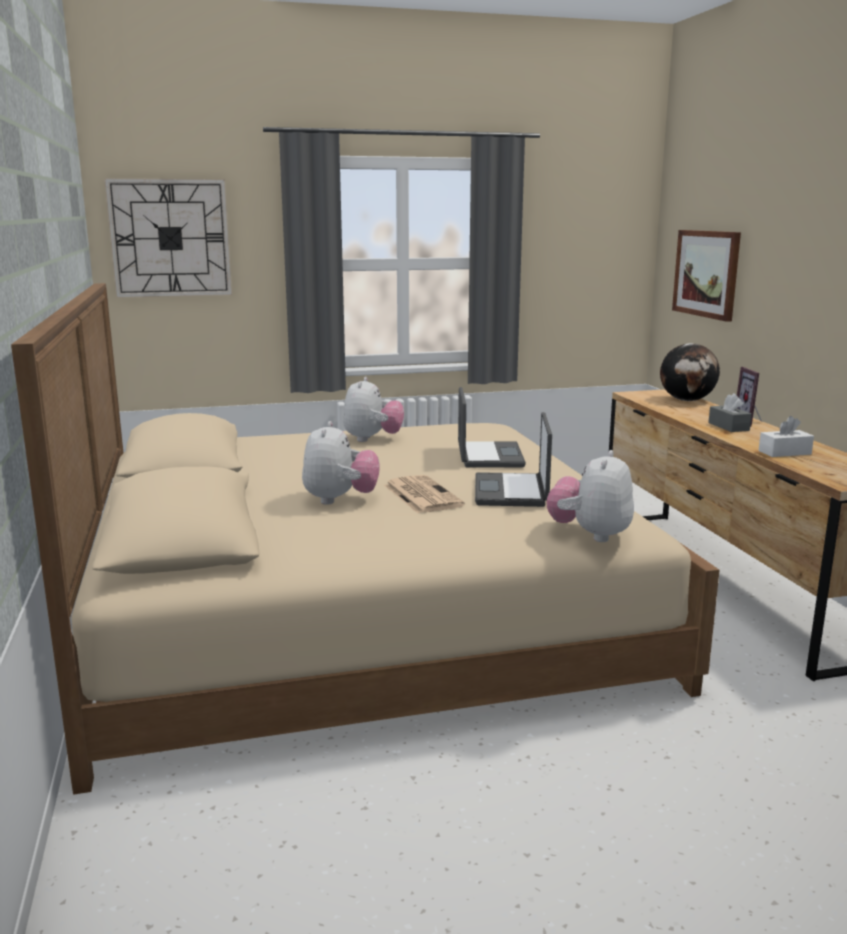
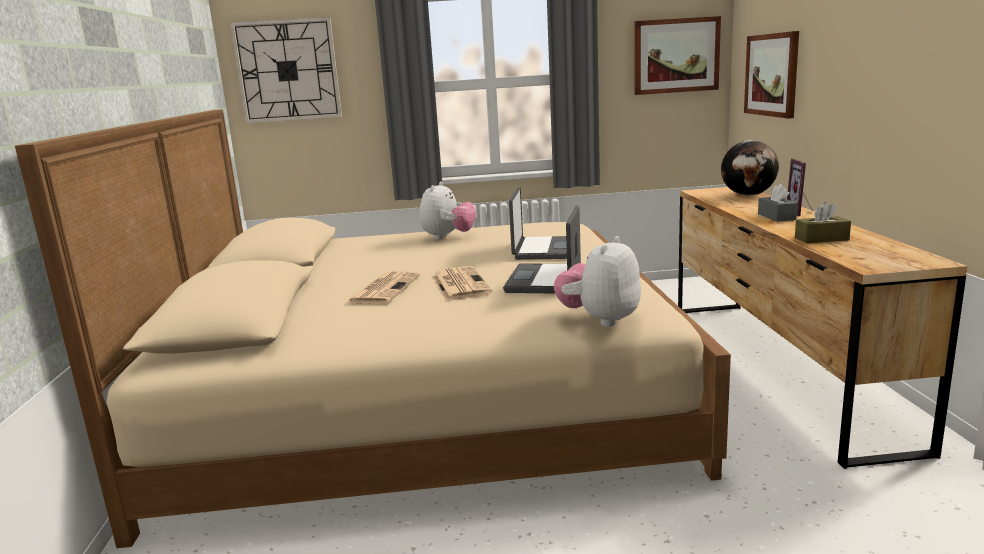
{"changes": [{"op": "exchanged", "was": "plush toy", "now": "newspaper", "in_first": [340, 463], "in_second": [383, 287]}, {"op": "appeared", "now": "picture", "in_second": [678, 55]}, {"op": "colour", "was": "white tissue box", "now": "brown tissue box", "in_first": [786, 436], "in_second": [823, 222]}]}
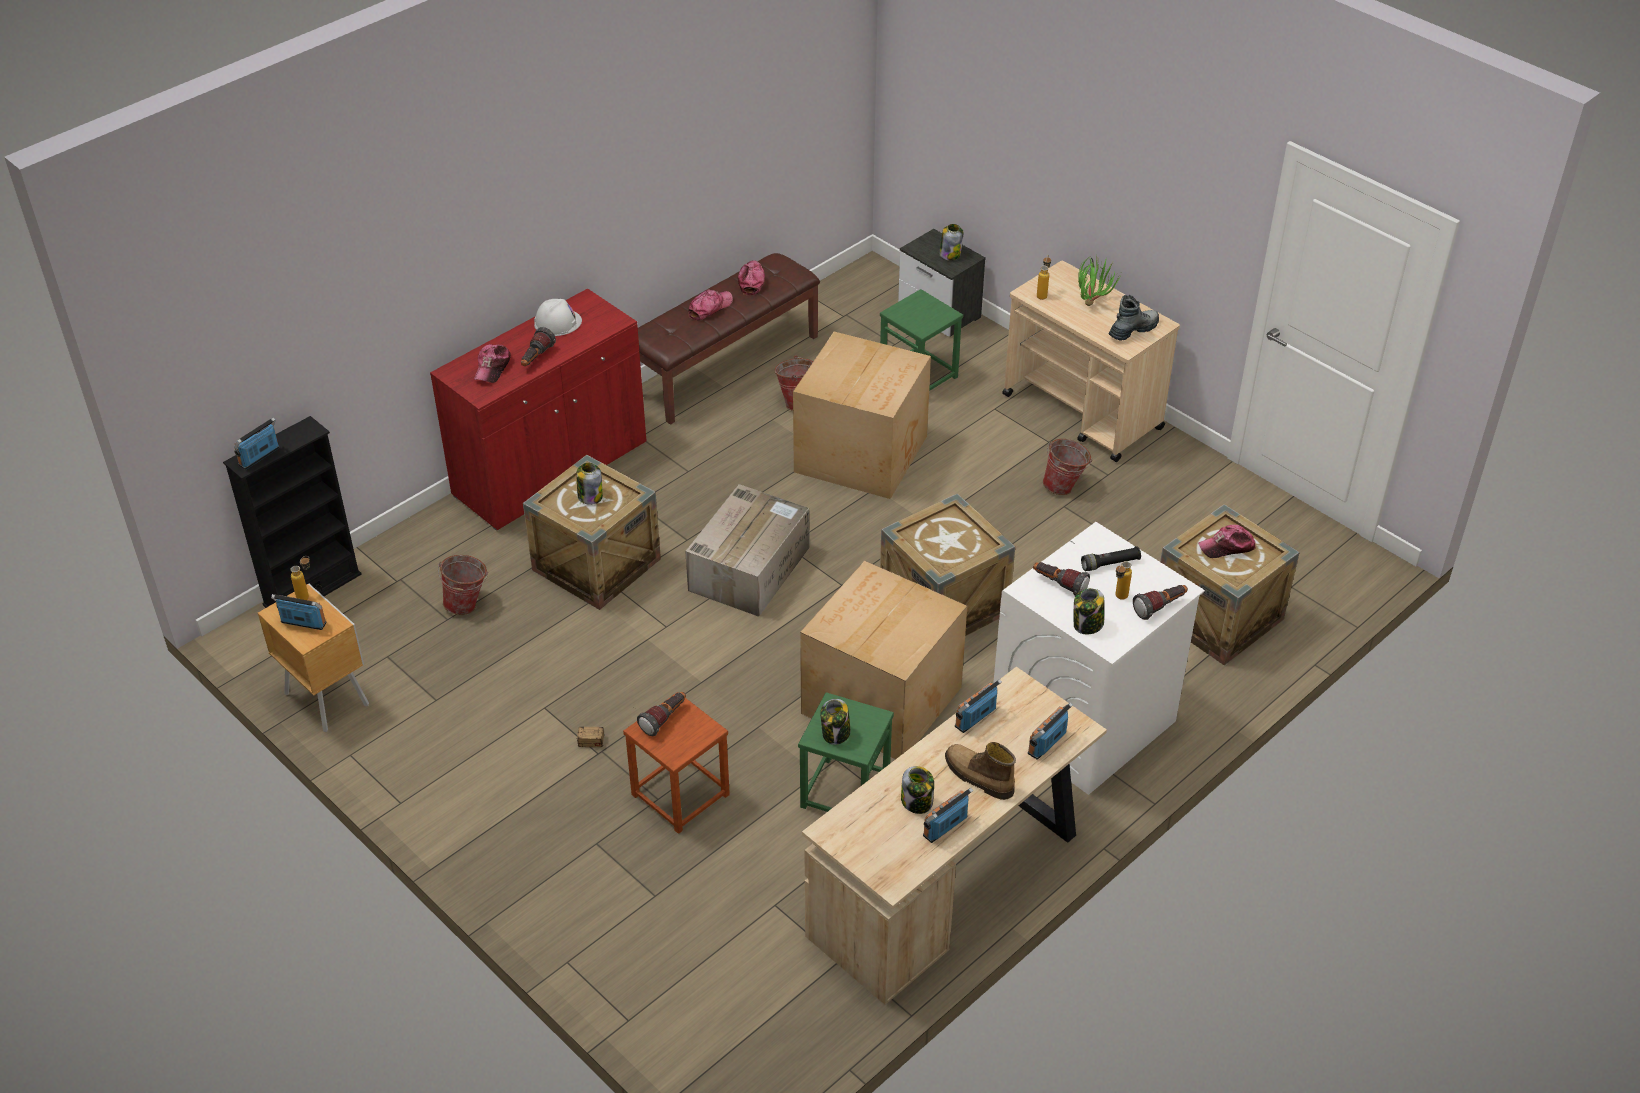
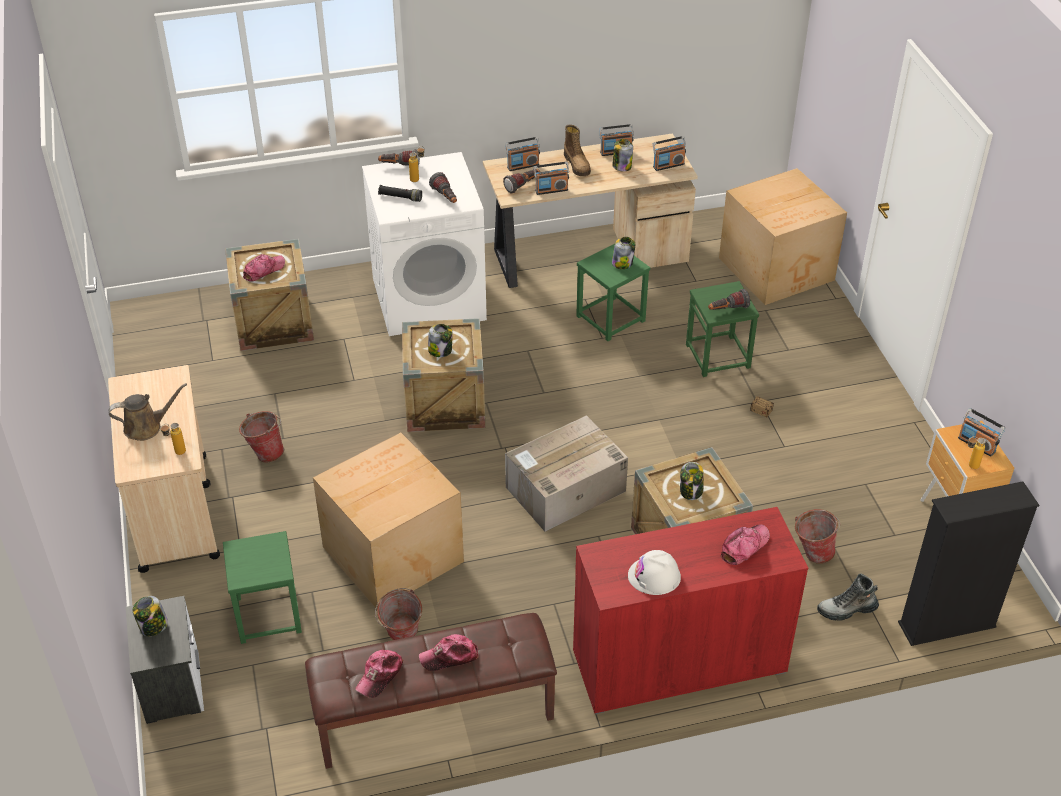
{"changes": [{"op": "exchanged", "was": "potted plant", "now": "brown watering can", "in_first": [1099, 281], "in_second": [147, 412]}, {"op": "spun", "was": "cap", "in_first": [1227, 541], "in_second": [264, 268], "clockwise": -60}, {"op": "relocated", "was": "jar", "in_first": [1089, 611], "in_second": [440, 340]}, {"op": "relocated", "was": "flashlight", "in_first": [538, 346], "in_second": [521, 181]}, {"op": "relocated", "was": "radio", "in_first": [256, 443], "in_second": [669, 153]}, {"op": "colour", "was": "brown stool", "now": "green stool", "in_first": [676, 763], "in_second": [722, 329]}, {"op": "relocated", "was": "cardboard box", "in_first": [883, 660], "in_second": [783, 236]}, {"op": "relocated", "was": "boot", "in_first": [1134, 318], "in_second": [848, 597]}]}
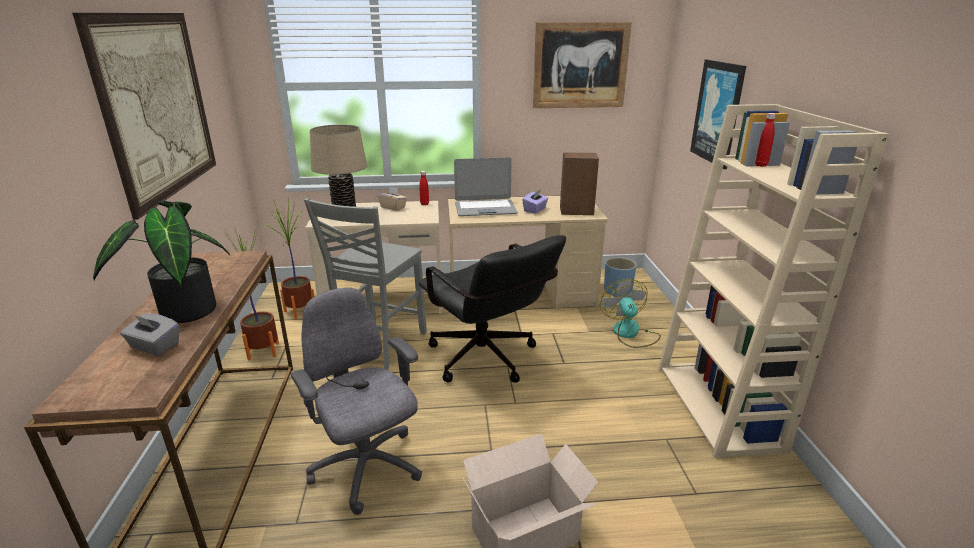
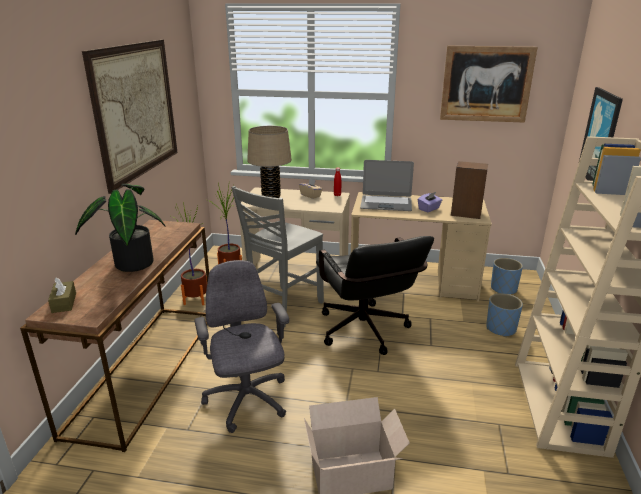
{"changes": [{"op": "appeared", "now": "brown tissue box", "in_second": [62, 295]}, {"op": "exchanged", "was": "fan", "now": "blue planter", "in_first": [630, 313], "in_second": [504, 315]}, {"op": "missing", "was": "grey tissue box", "in_first": [149, 334]}, {"op": "missing", "was": "red bottle", "in_first": [765, 140]}]}
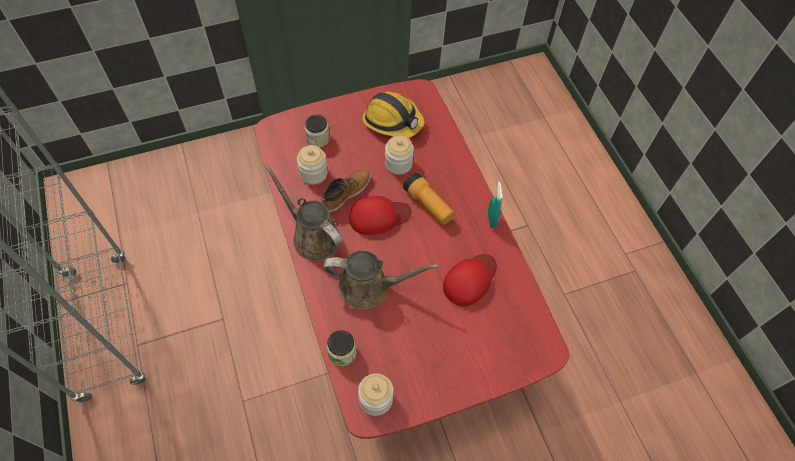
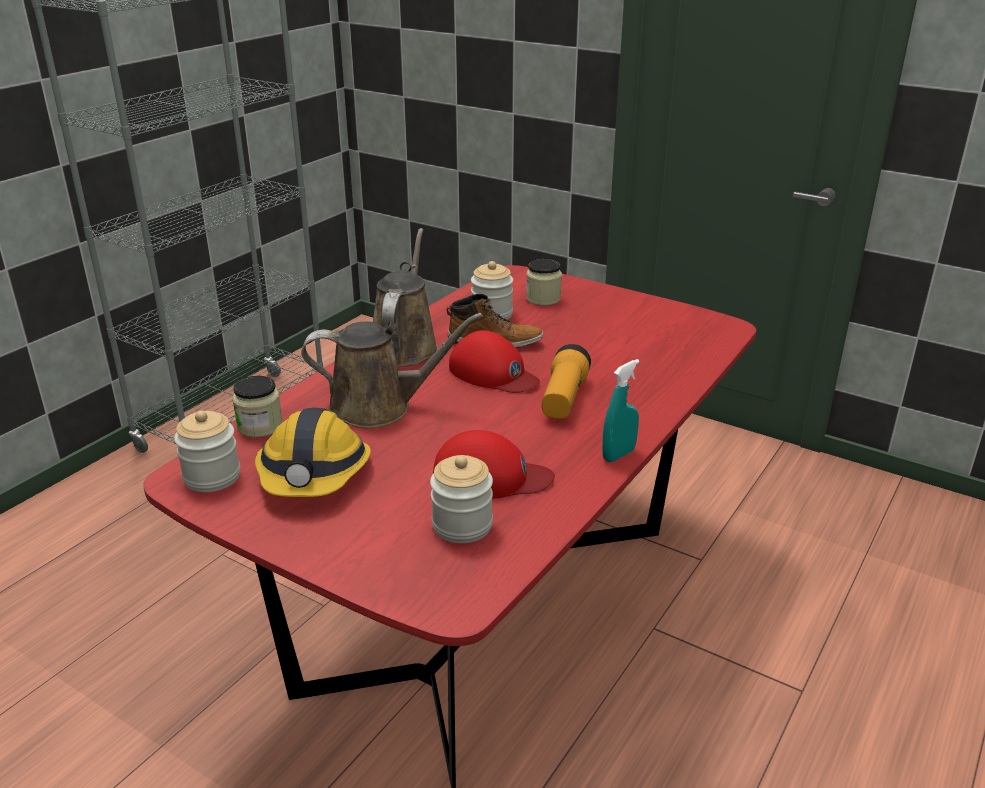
{"changes": [{"op": "relocated", "was": "hard hat", "in_first": [393, 114], "in_second": [313, 452]}, {"op": "spun", "was": "brown watering can", "in_first": [381, 280], "in_second": [392, 371], "clockwise": -60}, {"op": "relocated", "was": "jar", "in_first": [399, 155], "in_second": [461, 499]}]}
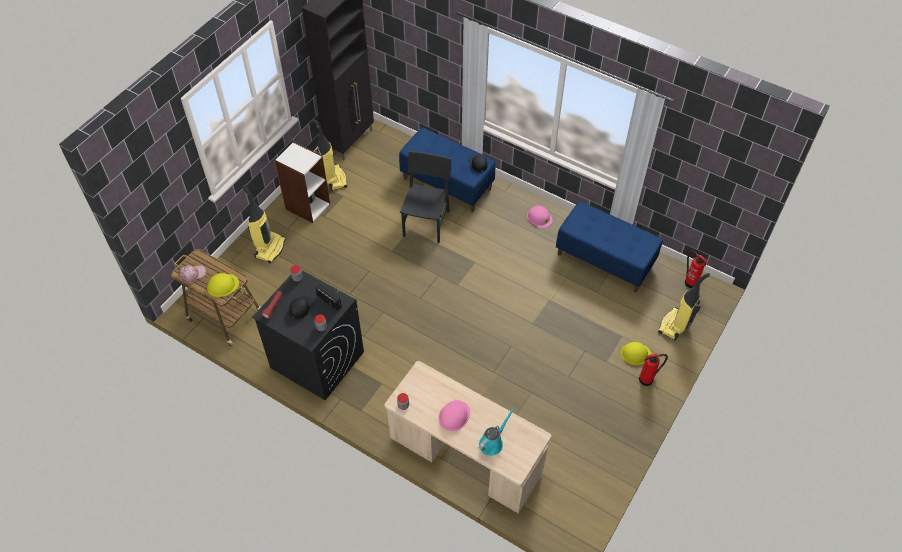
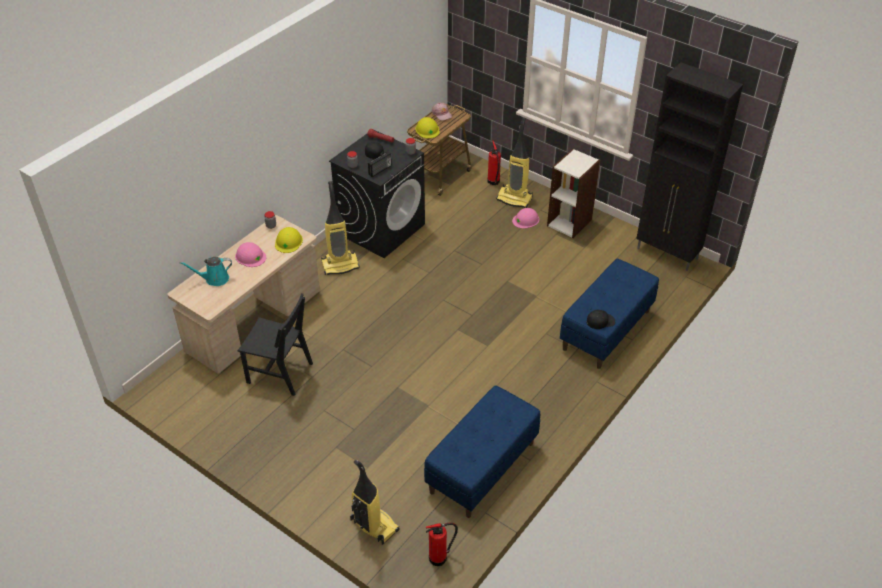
{"changes": [{"op": "spun", "was": "turquoise watering can", "in_first": [497, 432], "in_second": [205, 271], "clockwise": 120}, {"op": "relocated", "was": "black chair", "in_first": [426, 197], "in_second": [275, 344]}, {"op": "relocated", "was": "yellow hard hat", "in_first": [636, 353], "in_second": [289, 240]}, {"op": "relocated", "was": "vacuum cleaner", "in_first": [330, 155], "in_second": [340, 228]}, {"op": "relocated", "was": "fire extinguisher", "in_first": [653, 370], "in_second": [494, 163]}, {"op": "relocated", "was": "pink hard hat", "in_first": [540, 217], "in_second": [525, 218]}]}
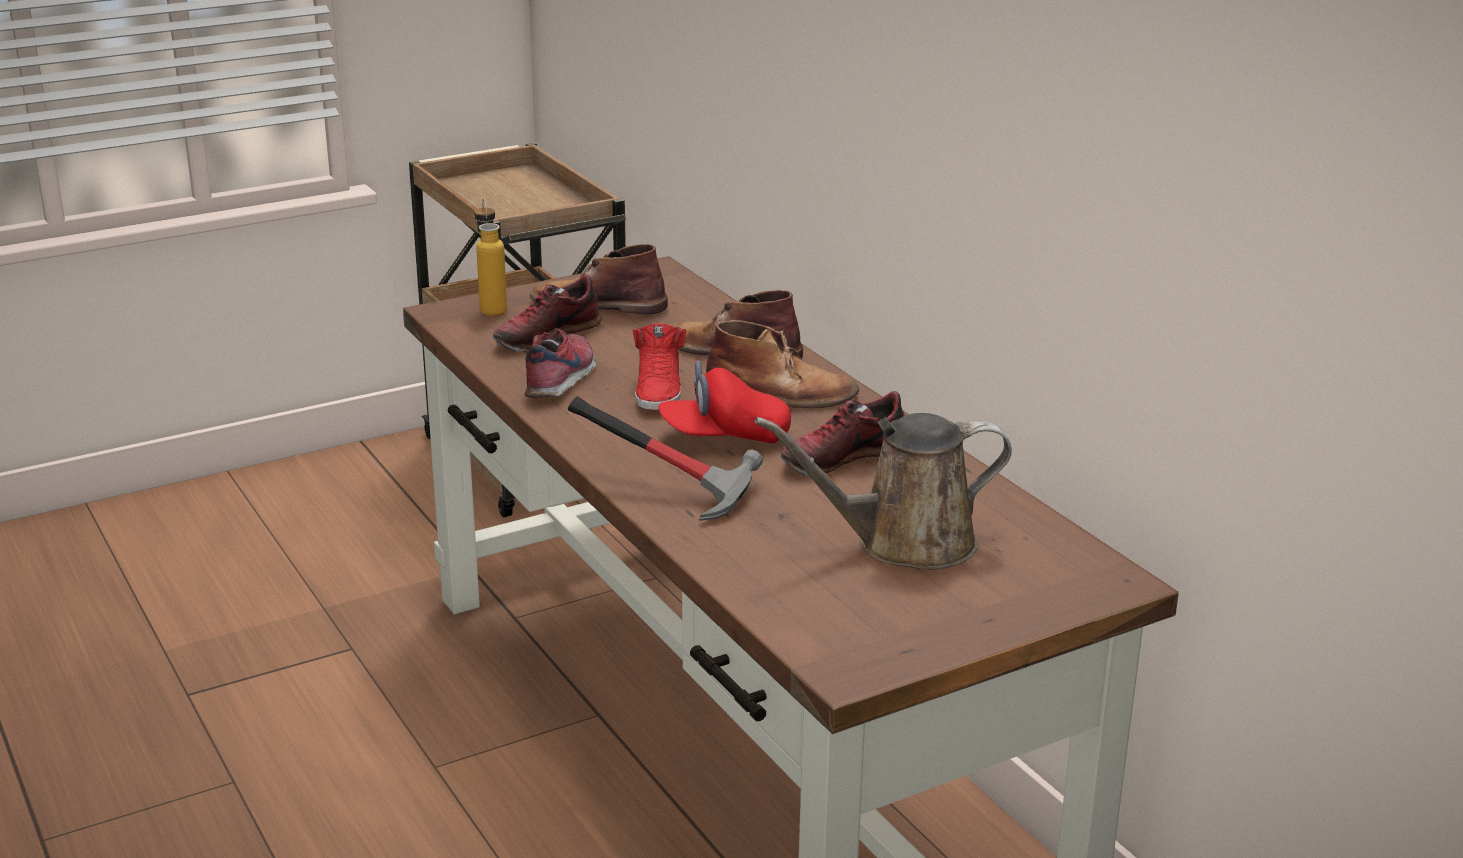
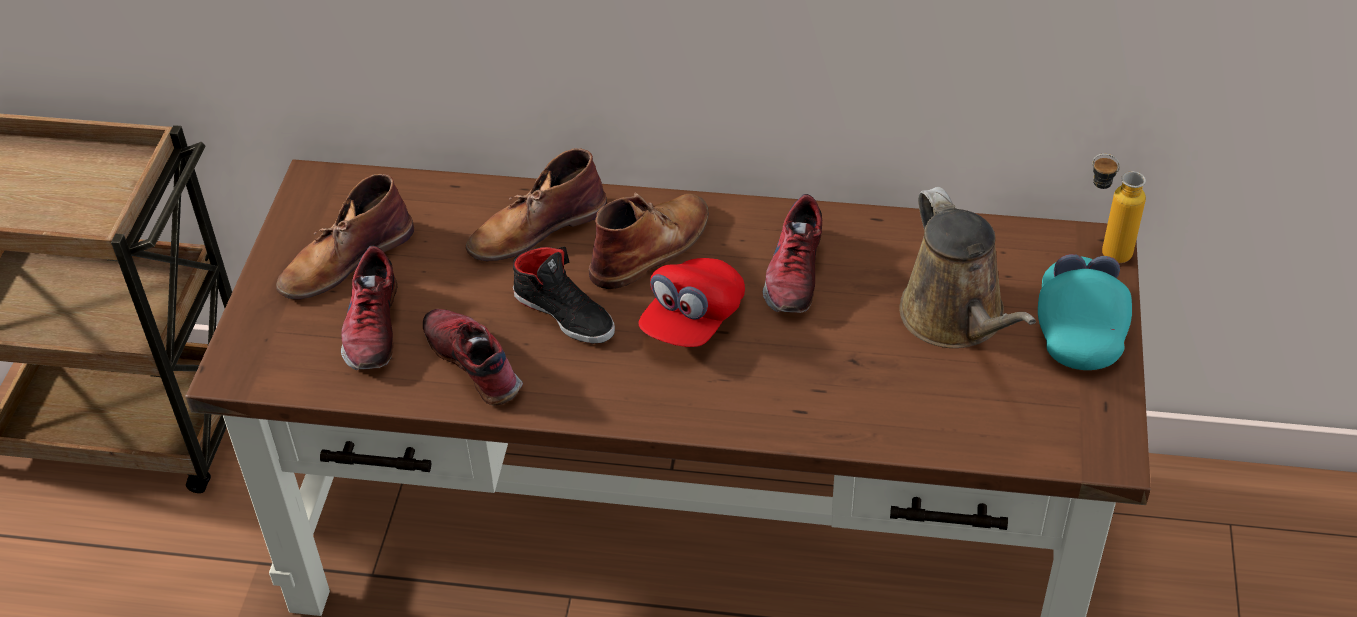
{"changes": [{"op": "colour", "was": "red shoe", "now": "black shoe", "in_first": [659, 367], "in_second": [564, 295]}, {"op": "spun", "was": "brown watering can", "in_first": [883, 491], "in_second": [967, 267], "clockwise": -45}, {"op": "appeared", "now": "turquoise cap", "in_second": [1085, 312]}, {"op": "relocated", "was": "bottle", "in_first": [491, 257], "in_second": [1119, 208]}, {"op": "missing", "was": "hammer", "in_first": [665, 458]}]}
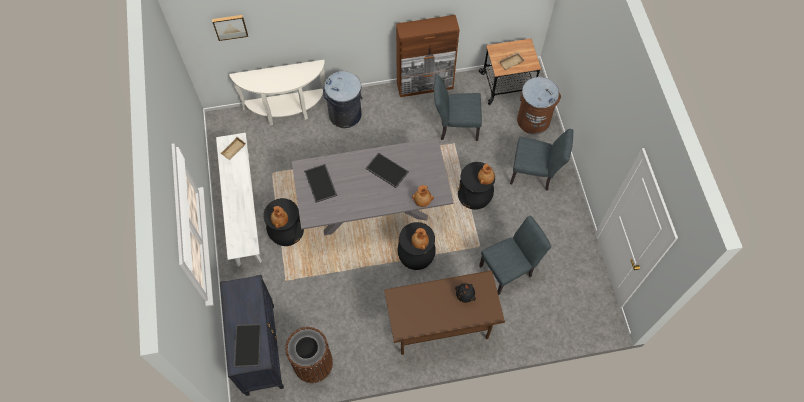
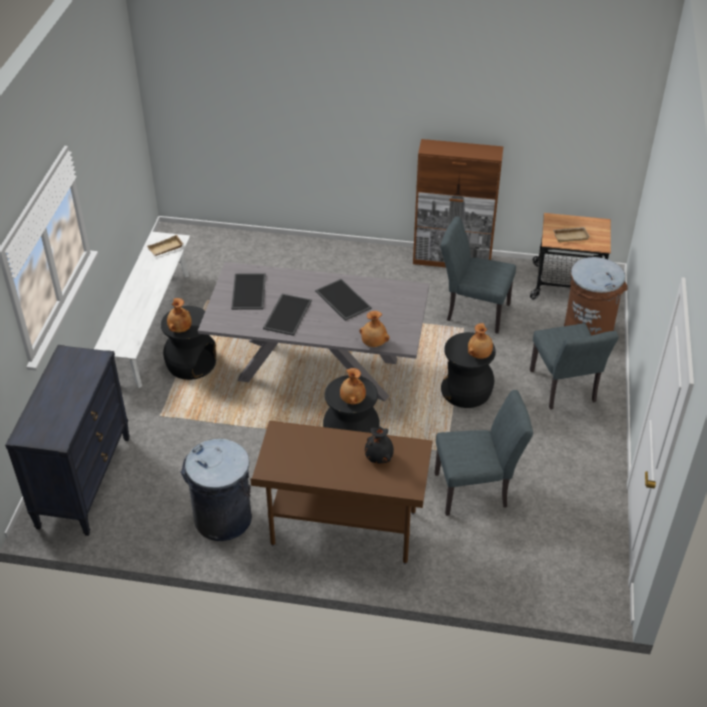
{"changes": [{"op": "relocated", "was": "grey trash can", "in_first": [343, 99], "in_second": [216, 490]}, {"op": "relocated", "was": "tray", "in_first": [247, 346], "in_second": [287, 315]}, {"op": "spun", "was": "grey chair", "in_first": [541, 160], "in_second": [574, 366], "clockwise": 45}, {"op": "missing", "was": "picture", "in_first": [230, 28]}, {"op": "missing", "was": "white console table", "in_first": [277, 92]}, {"op": "missing", "was": "brown trash can", "in_first": [309, 355]}]}
